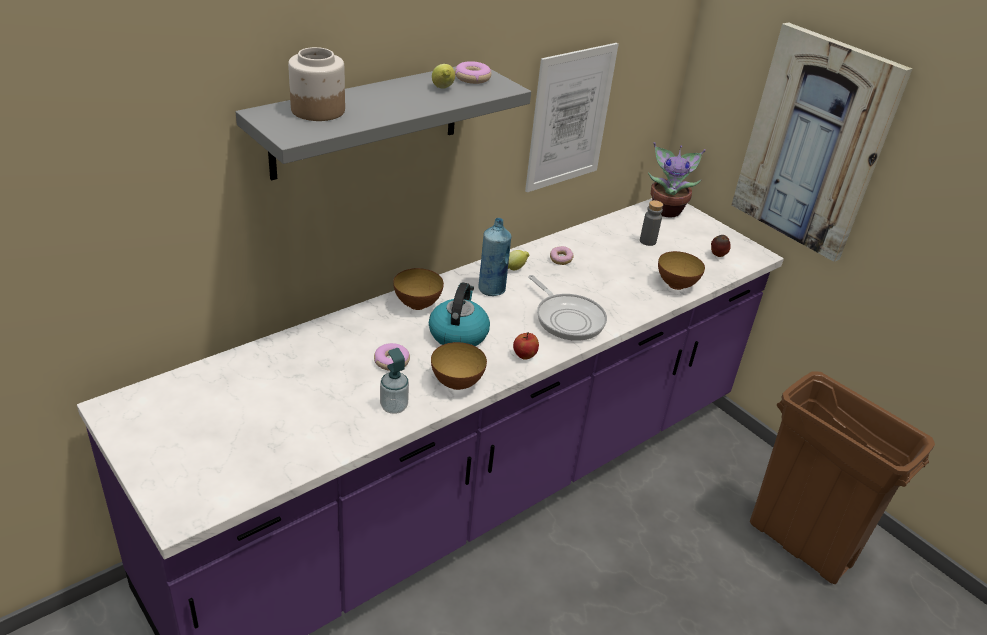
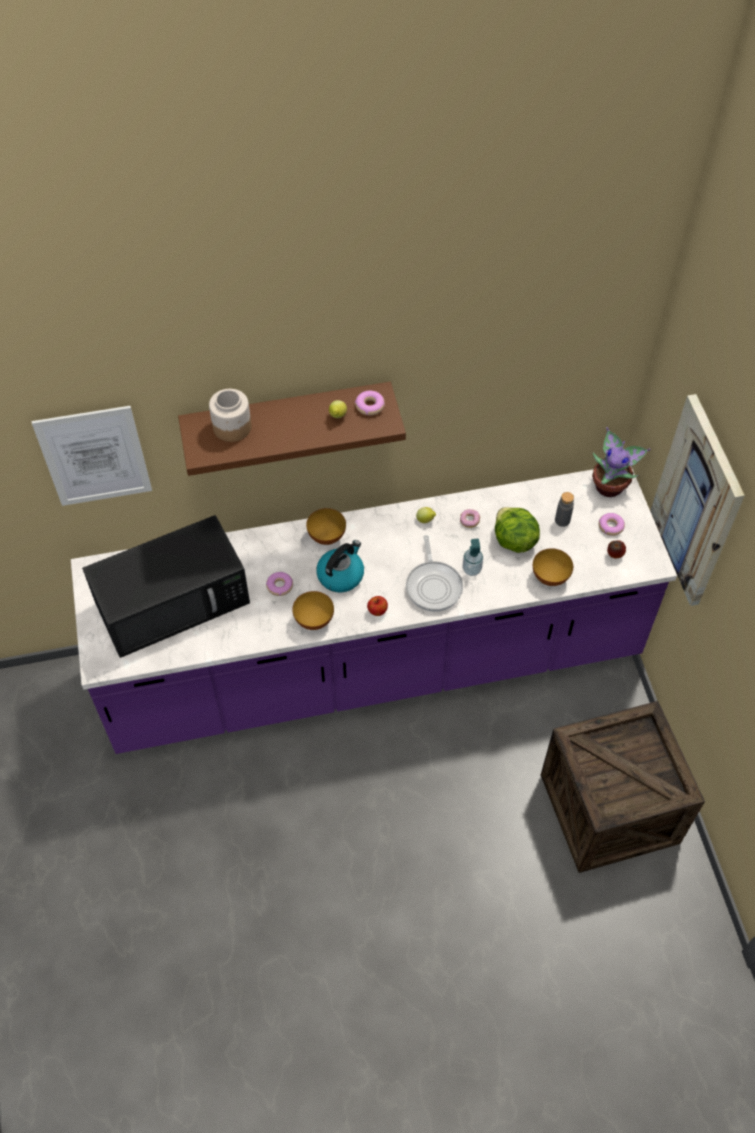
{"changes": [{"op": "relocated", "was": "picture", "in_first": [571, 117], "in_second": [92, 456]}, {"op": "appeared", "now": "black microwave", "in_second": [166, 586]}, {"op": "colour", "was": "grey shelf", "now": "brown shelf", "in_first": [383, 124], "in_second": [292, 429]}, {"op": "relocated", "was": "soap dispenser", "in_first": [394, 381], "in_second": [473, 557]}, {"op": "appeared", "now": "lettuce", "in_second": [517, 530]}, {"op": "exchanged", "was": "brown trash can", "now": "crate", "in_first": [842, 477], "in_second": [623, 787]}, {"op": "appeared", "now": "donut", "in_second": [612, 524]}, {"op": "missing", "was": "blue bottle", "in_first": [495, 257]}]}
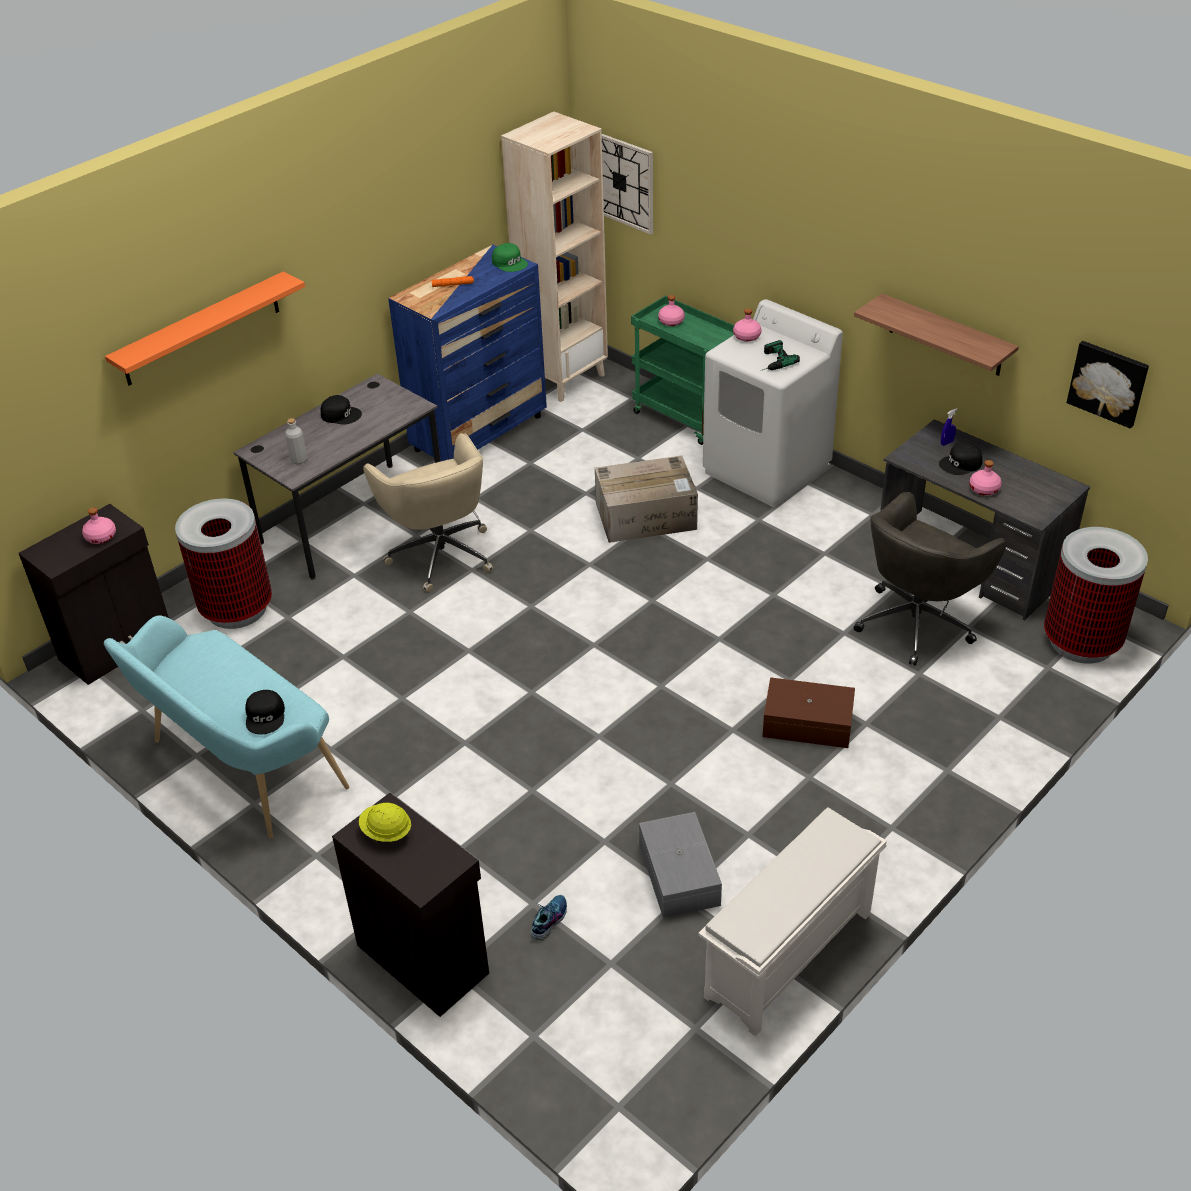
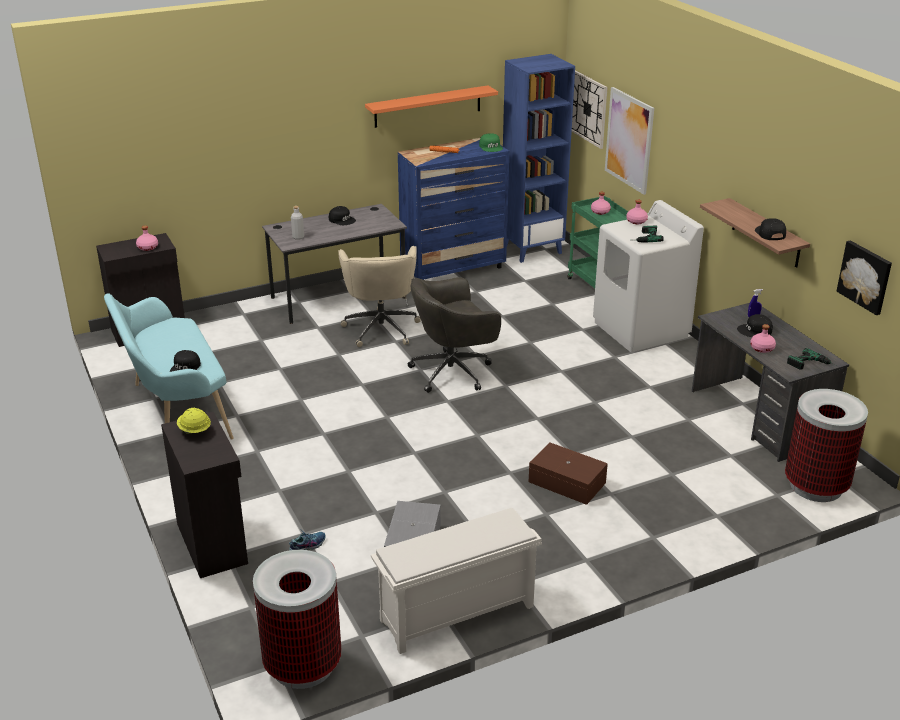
{"changes": [{"op": "relocated", "was": "trash can", "in_first": [223, 563], "in_second": [297, 619]}, {"op": "relocated", "was": "orange shelf", "in_first": [205, 328], "in_second": [431, 106]}, {"op": "relocated", "was": "grey office chair", "in_first": [929, 579], "in_second": [454, 335]}, {"op": "colour", "was": "beige bookcase", "now": "blue bookcase", "in_first": [554, 256], "in_second": [539, 158]}, {"op": "appeared", "now": "picture", "in_second": [629, 141]}, {"op": "appeared", "now": "black cap", "in_second": [770, 229]}, {"op": "appeared", "now": "power drill", "in_second": [812, 359]}, {"op": "missing", "was": "cardboard box", "in_first": [646, 499]}]}
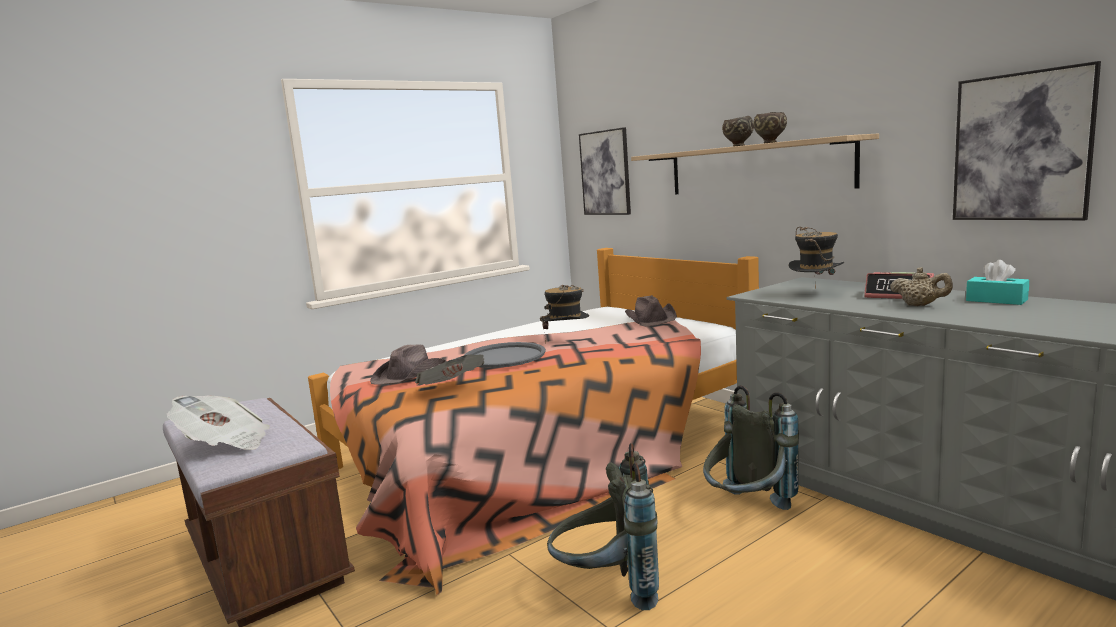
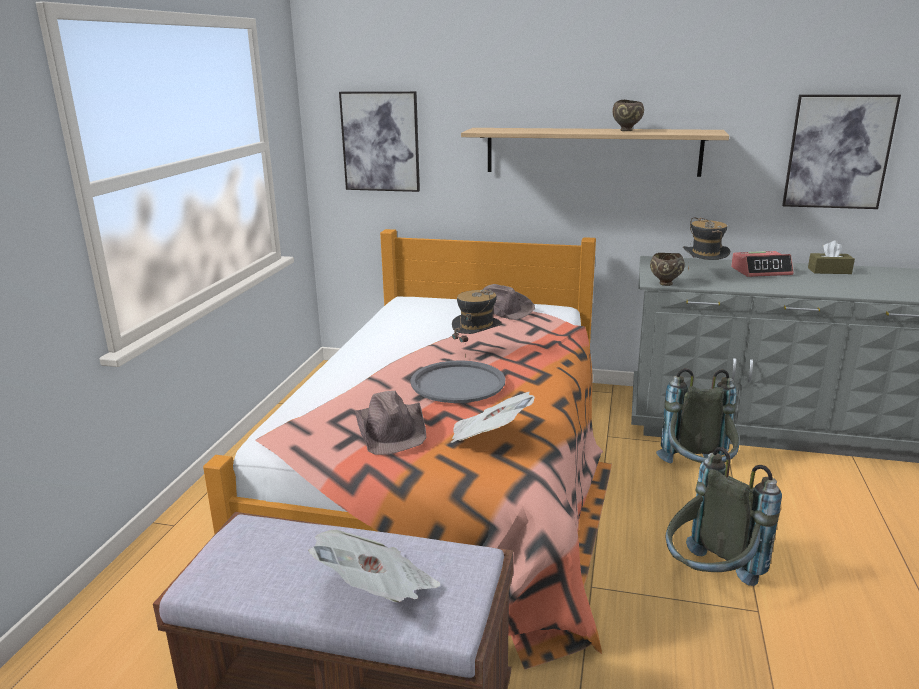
{"changes": [{"op": "relocated", "was": "brown bowl", "in_first": [738, 131], "in_second": [667, 269]}, {"op": "colour", "was": "turquoise tissue box", "now": "brown tissue box", "in_first": [997, 282], "in_second": [831, 257]}, {"op": "missing", "was": "beige teapot", "in_first": [921, 286]}]}
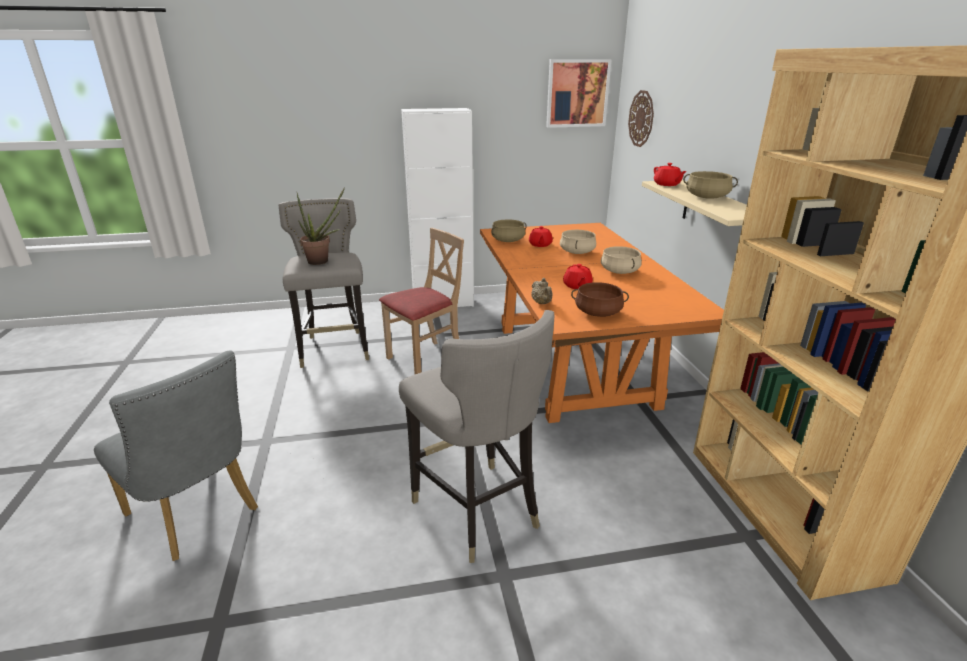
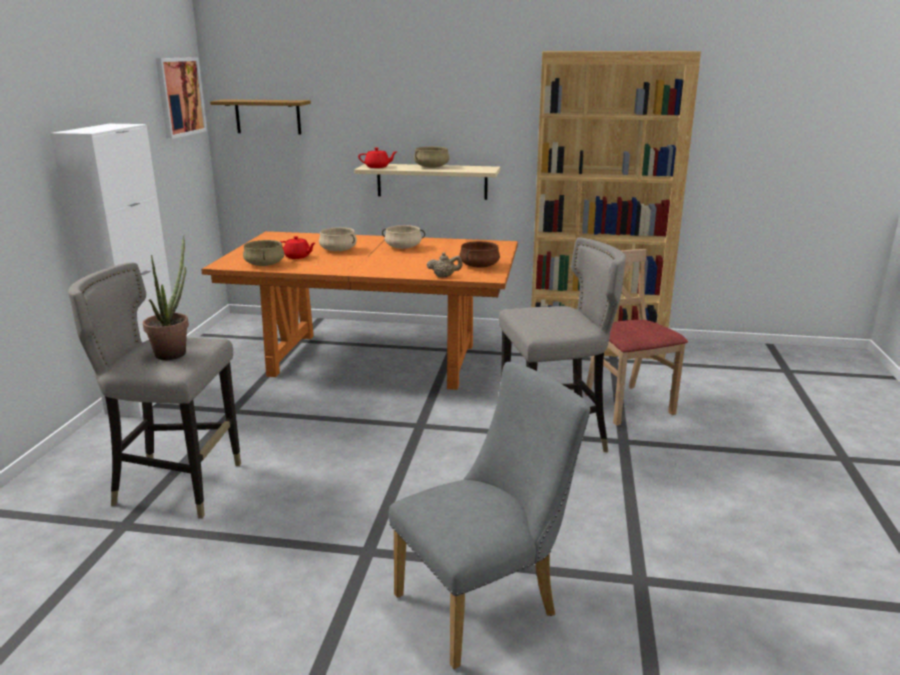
{"changes": [{"op": "exchanged", "was": "wall clock", "now": "shelf", "in_first": [641, 118], "in_second": [260, 116]}, {"op": "relocated", "was": "beige chair", "in_first": [421, 301], "in_second": [636, 337]}, {"op": "missing", "was": "red teapot", "in_first": [578, 276]}]}
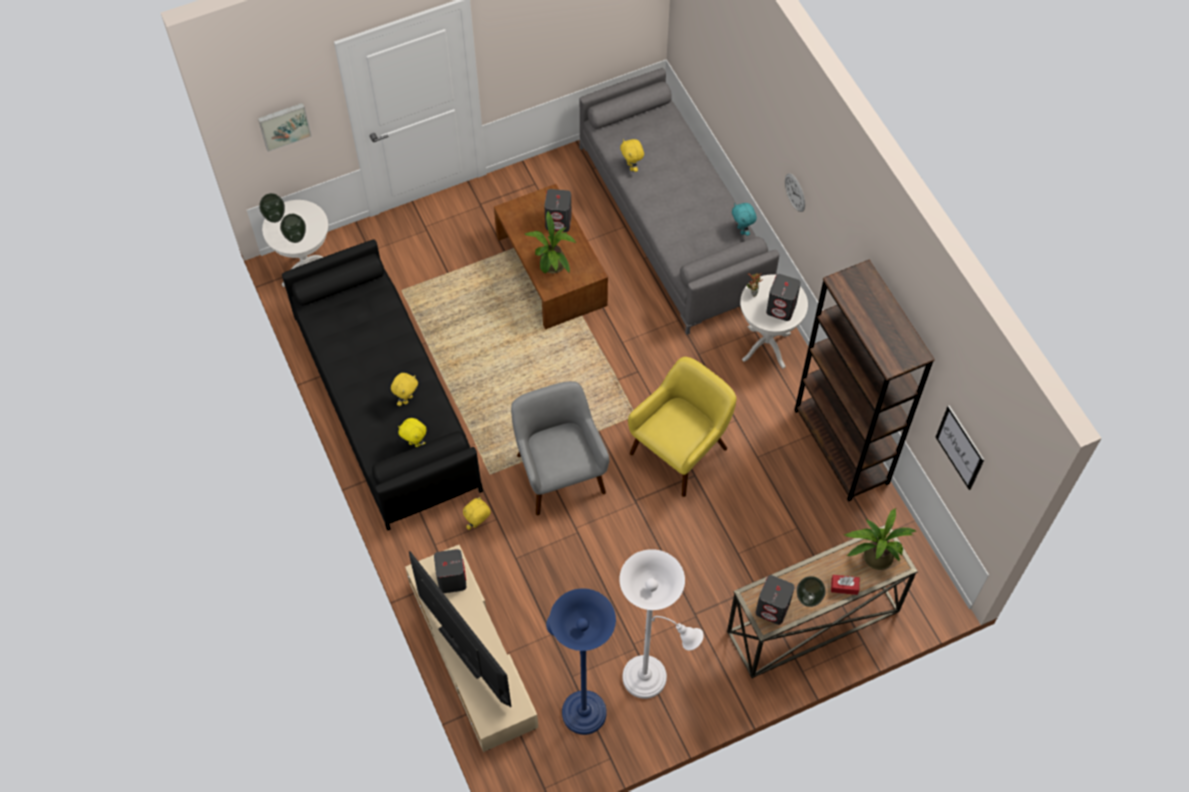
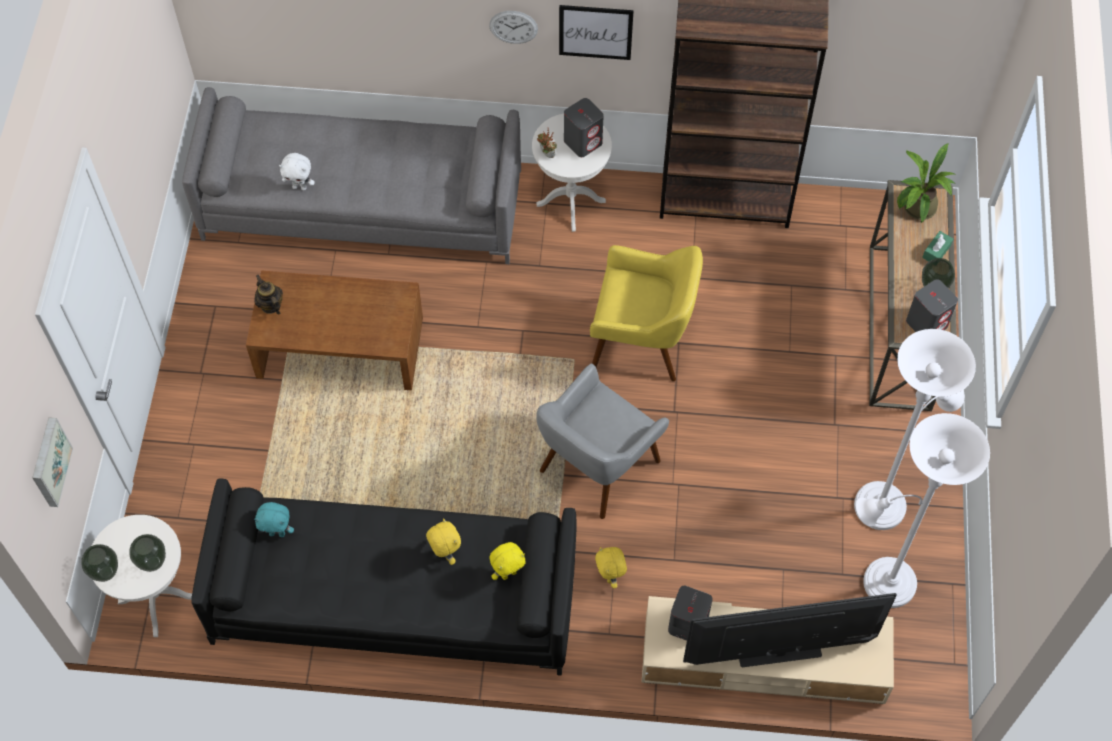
{"changes": [{"op": "appeared", "now": "teapot", "in_second": [268, 295]}, {"op": "relocated", "was": "turquoise plush toy", "in_first": [744, 219], "in_second": [274, 519]}, {"op": "colour", "was": "yellow plush toy", "now": "white plush toy", "in_first": [632, 155], "in_second": [297, 171]}, {"op": "spun", "was": "grey armchair", "in_first": [560, 448], "in_second": [602, 441], "clockwise": -60}, {"op": "relocated", "was": "picture", "in_first": [960, 447], "in_second": [596, 32]}, {"op": "spun", "was": "yellow armchair", "in_first": [682, 427], "in_second": [646, 313], "clockwise": 120}, {"op": "colour", "was": "blue floor lamp", "now": "white floor lamp", "in_first": [581, 661], "in_second": [923, 510]}, {"op": "colour", "was": "red tissue box", "now": "green tissue box", "in_first": [845, 585], "in_second": [937, 246]}, {"op": "missing", "was": "potted plant", "in_first": [550, 242]}, {"op": "missing", "was": "grey speaker", "in_first": [558, 210]}]}
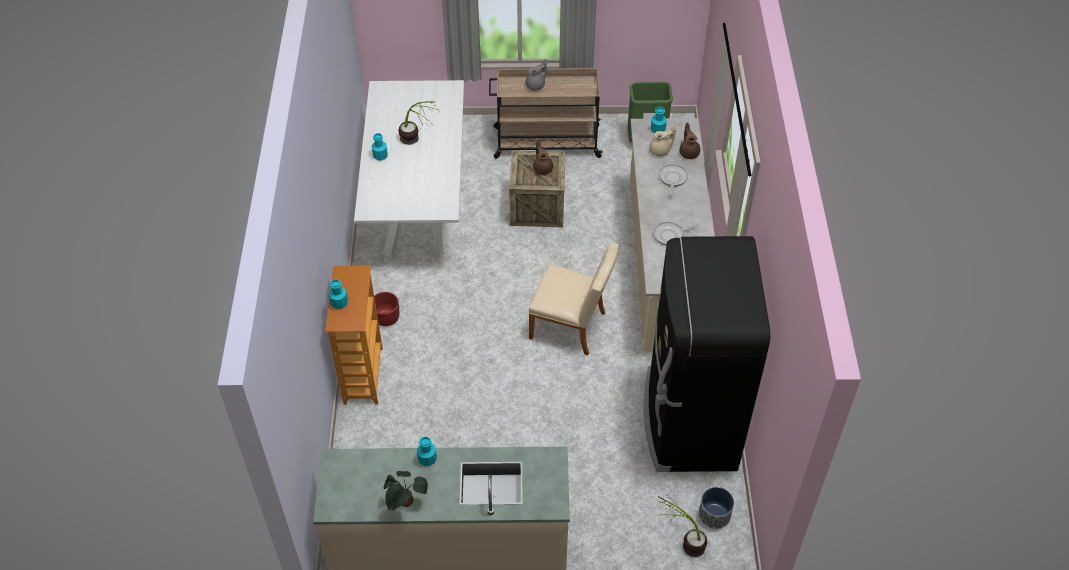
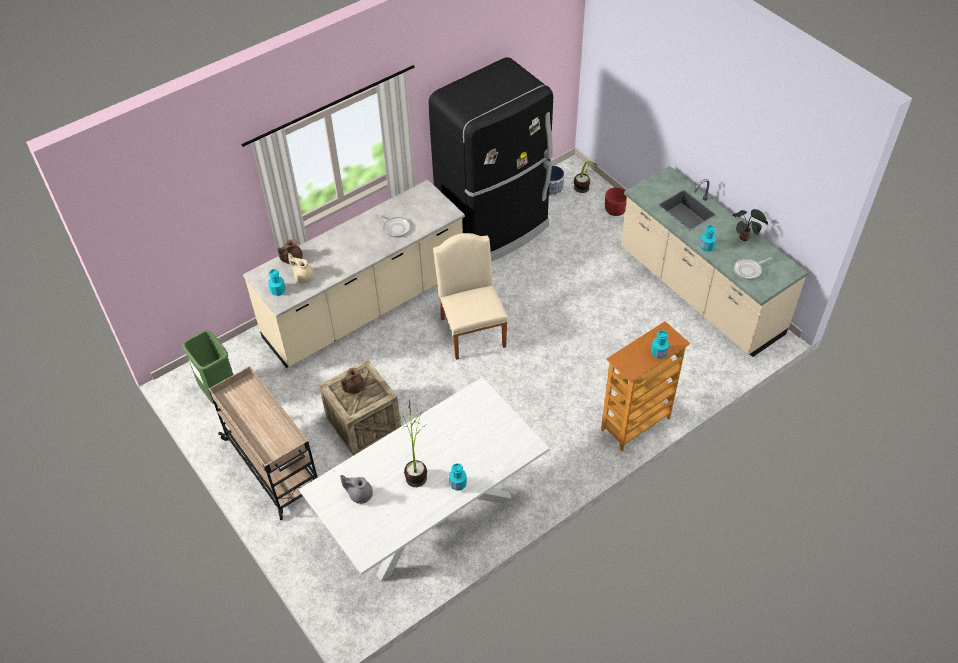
{"changes": [{"op": "relocated", "was": "grey teapot", "in_first": [536, 75], "in_second": [356, 489]}, {"op": "relocated", "was": "red planter", "in_first": [386, 309], "in_second": [616, 201]}, {"op": "relocated", "was": "frying pan", "in_first": [673, 180], "in_second": [753, 268]}]}
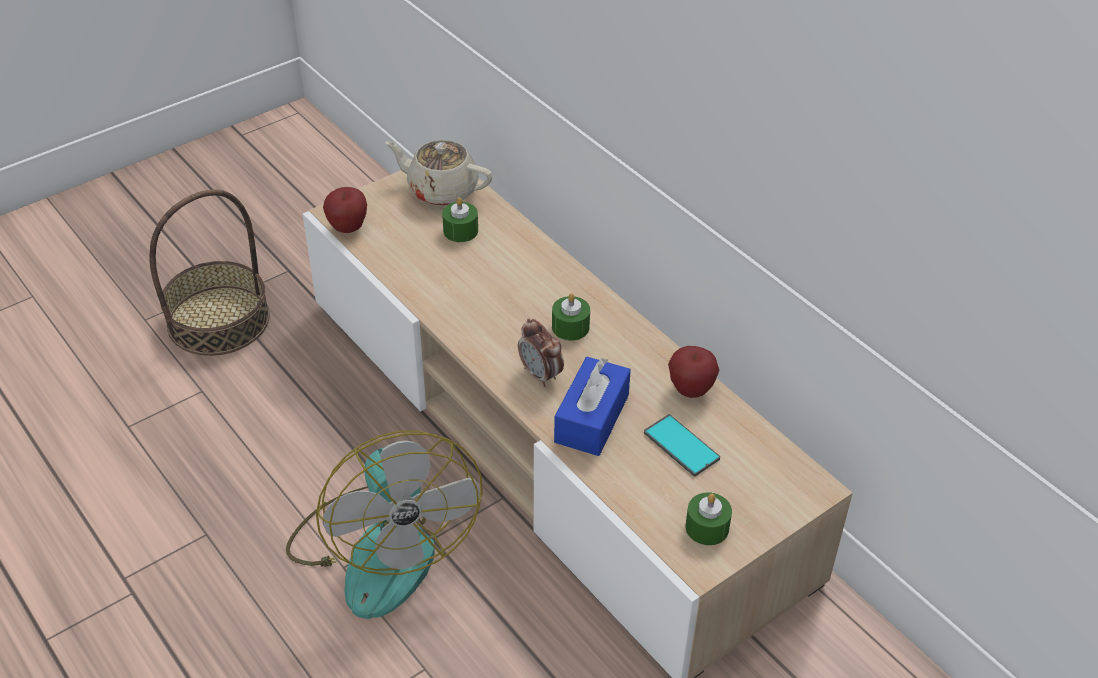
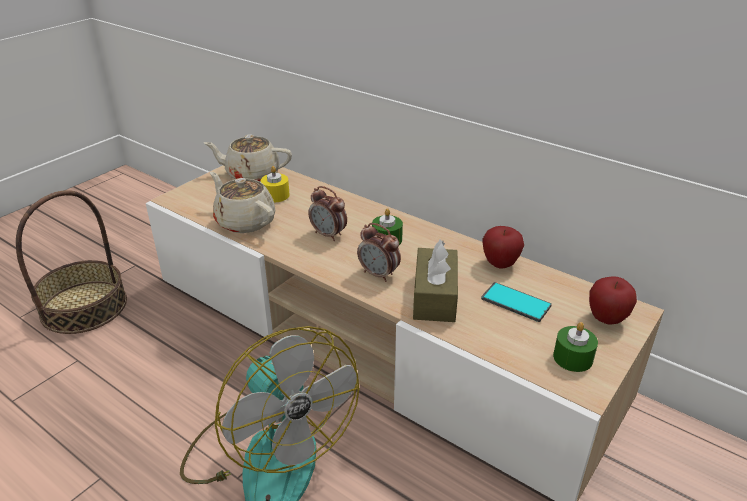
{"changes": [{"op": "appeared", "now": "beige teapot", "in_second": [242, 202]}, {"op": "colour", "was": "green candle", "now": "yellow candle", "in_first": [460, 219], "in_second": [275, 184]}, {"op": "appeared", "now": "alarm clock", "in_second": [327, 213]}, {"op": "colour", "was": "blue tissue box", "now": "brown tissue box", "in_first": [592, 406], "in_second": [435, 281]}, {"op": "relocated", "was": "apple", "in_first": [345, 210], "in_second": [613, 301]}]}
